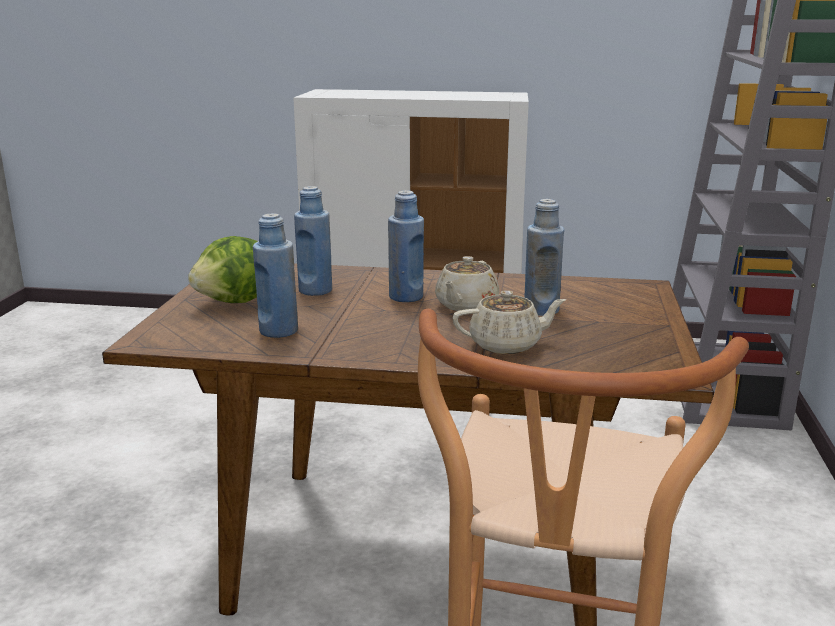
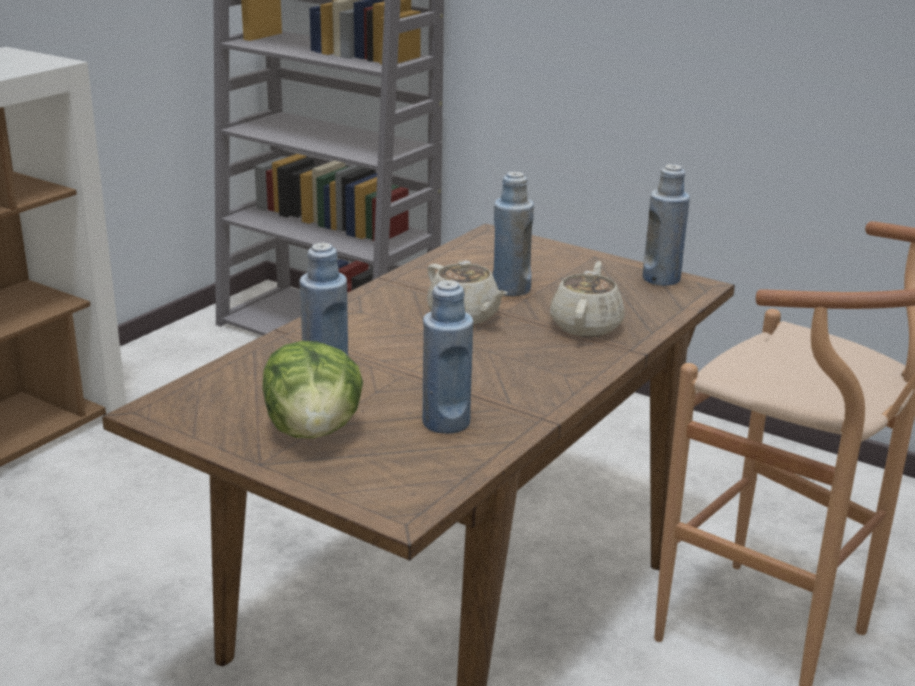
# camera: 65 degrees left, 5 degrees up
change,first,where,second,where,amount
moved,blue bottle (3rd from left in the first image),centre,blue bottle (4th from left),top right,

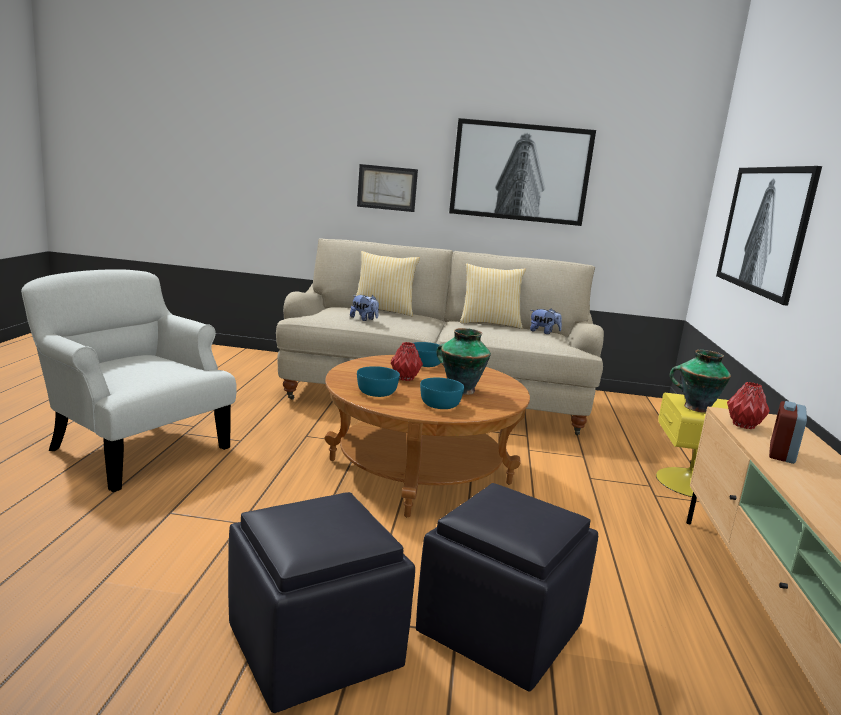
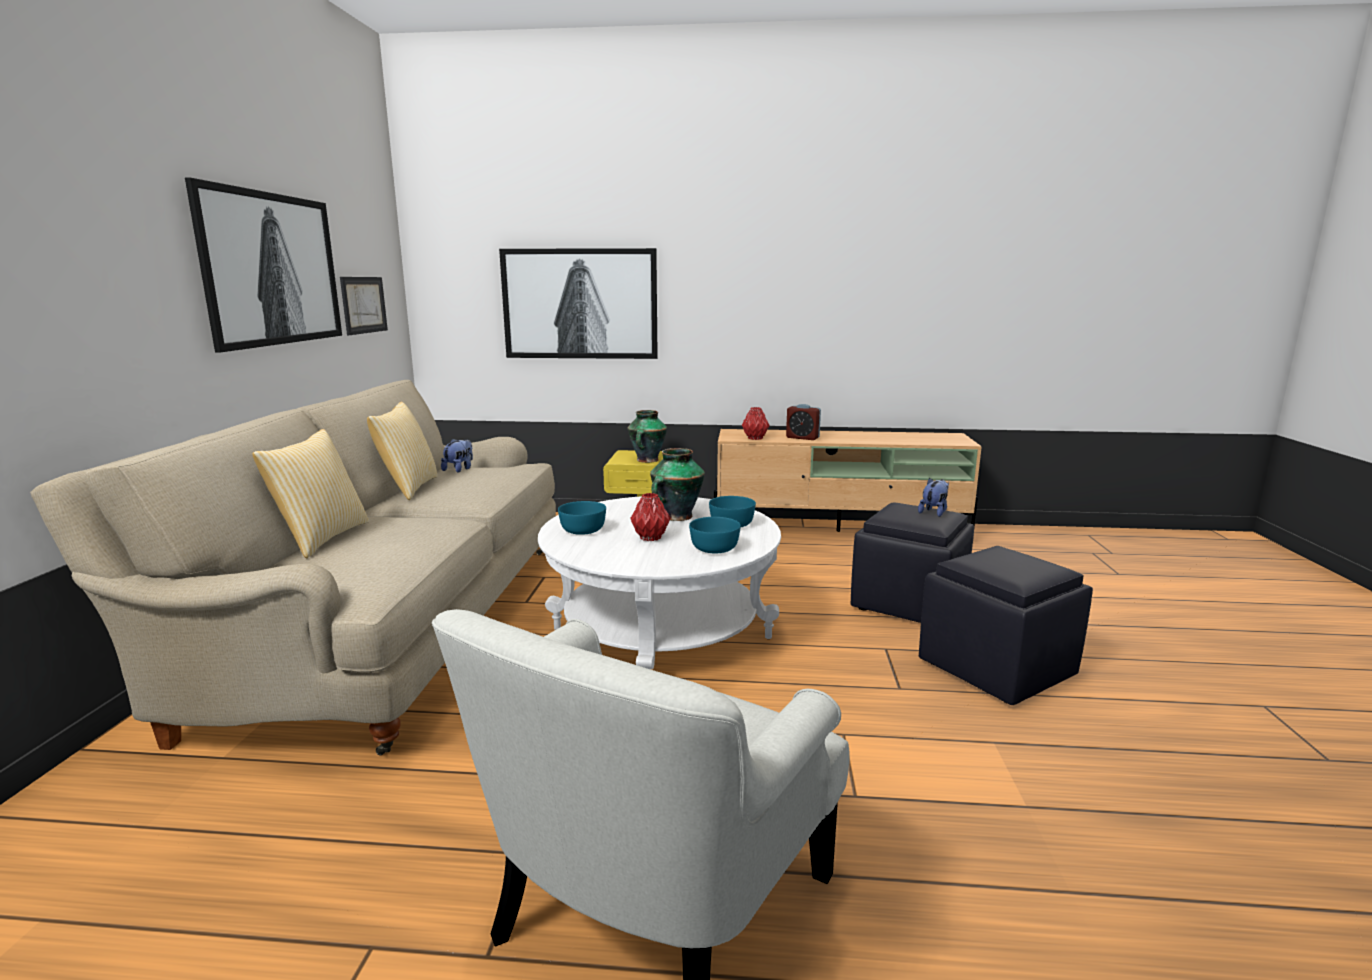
# camera: 90 degrees left, 0 degrees up
change,first,where,second,where,amount
recoloured,brown coffee table,centre,white coffee table,centre,
moved,plush toy (1st from left in the first image),centre,plush toy (2nd from left),middle right,
moved,picture (1st from left in the first image),top centre,picture (2nd from left),top left,

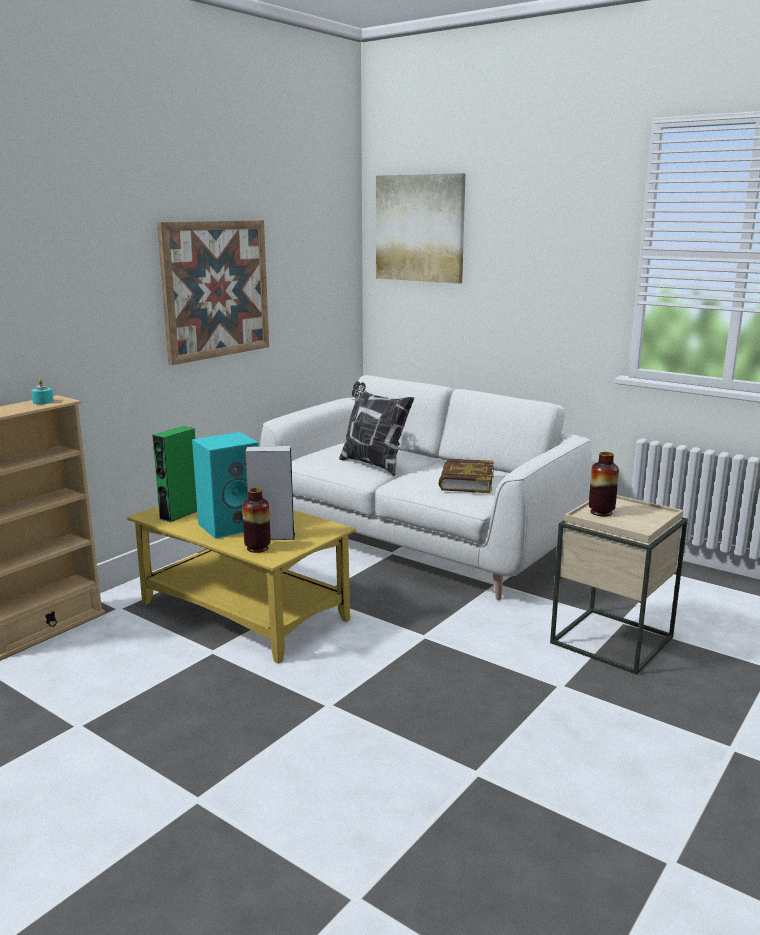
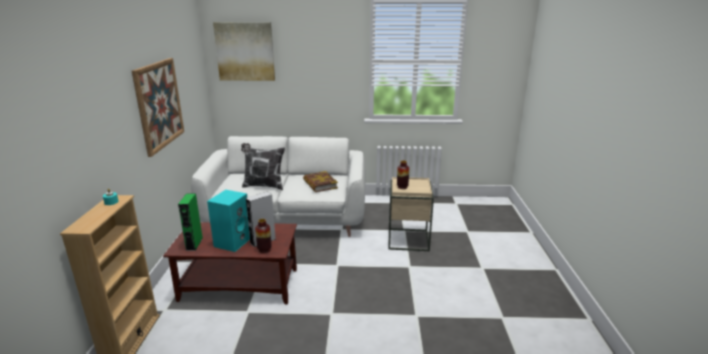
# camera: 35 degrees left, 5 degrees up
change,first,where,second,where,amount
recoloured,yellow coffee table,middle left,brown coffee table,bottom left,

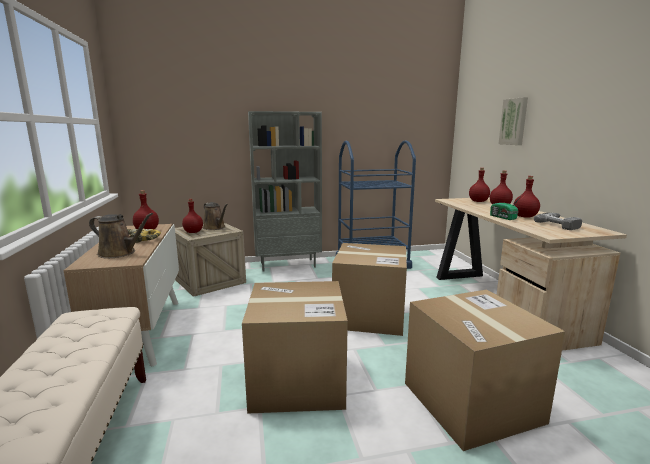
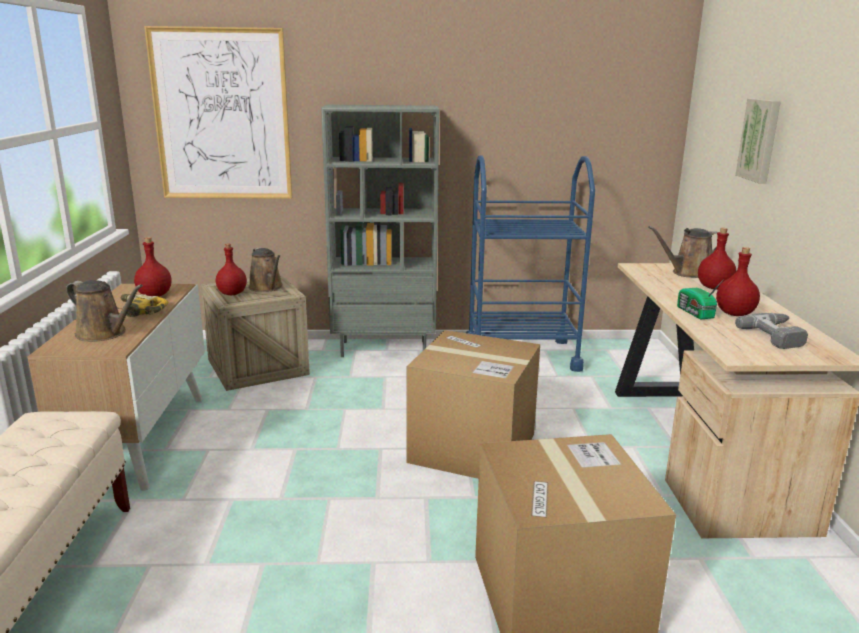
# camera: 10 degrees right, 5 degrees up
change,first,where,second,where,amount
removed,cardboard box (1st from left),bottom centre,,,
replaced,red bottle (3rd from left),middle right,brown watering can (3rd from left),middle right,
added,,,picture (1st from left),top left,

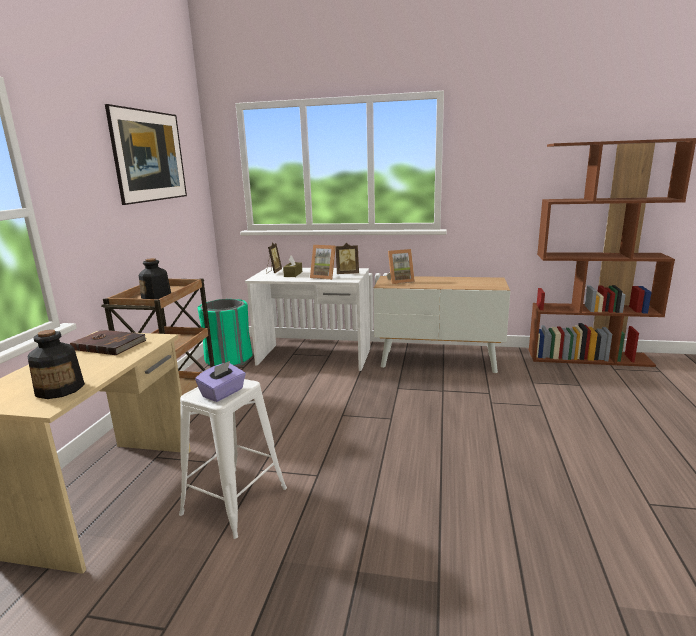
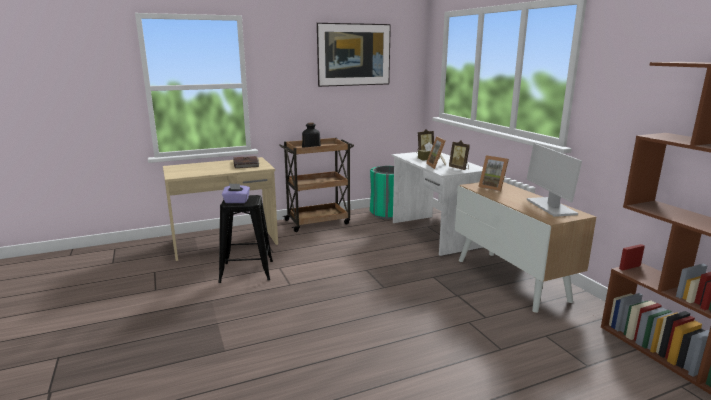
# camera: 55 degrees right, 0 degrees up
change,first,where,second,where,amount
removed,bottle (1st from left),middle left,,,
recoloured,white stool,bottom centre,black stool,centre,
added,,,monitor,middle right,

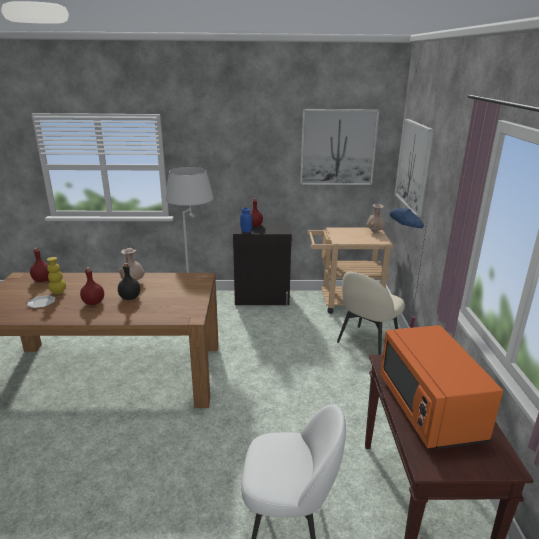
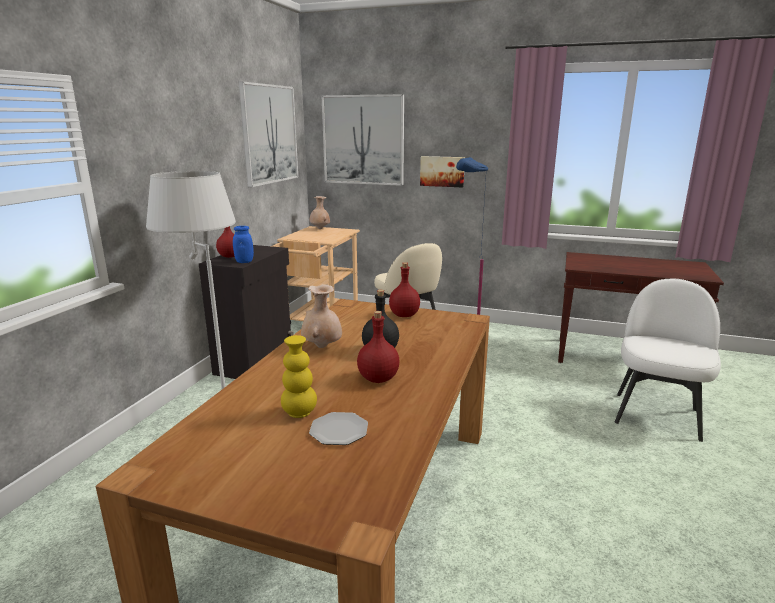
# camera: 70 degrees left, 5 degrees down
change,first,where,second,where,amount
moved,red bottle (1st from left in the first image),middle left,red bottle (3rd from left),centre,
removed,orange microwave,bottom right,,,
added,,,picture (3rd from left),top centre,

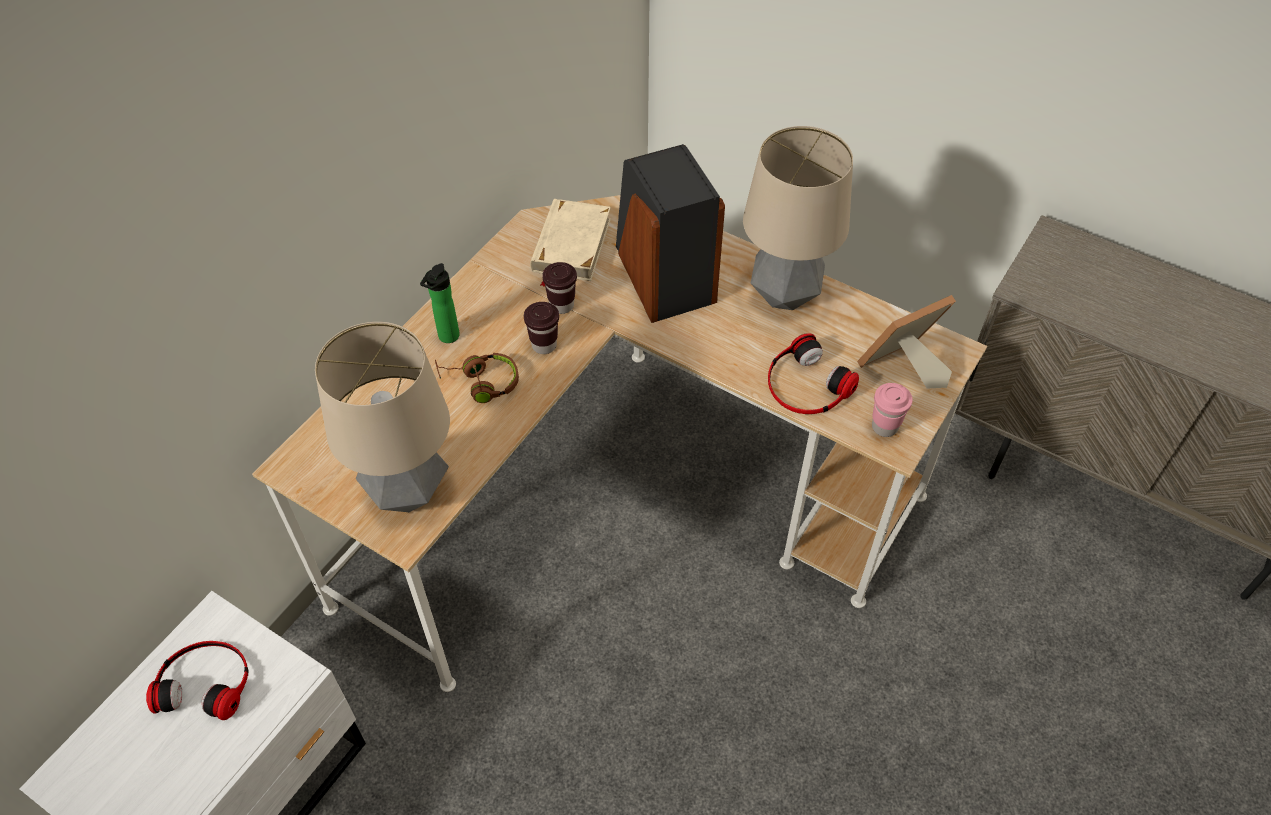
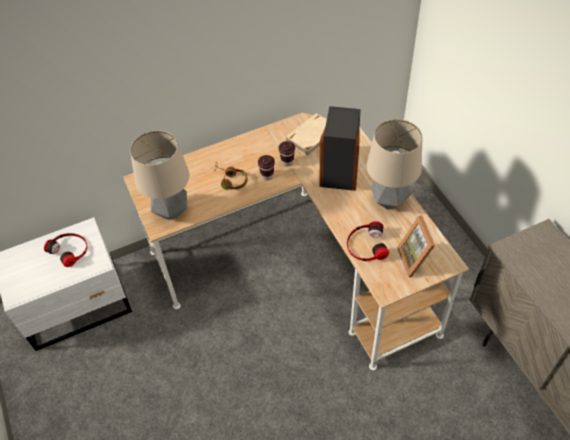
# camera: 35 degrees right, 0 degrees up
change,first,where,second,where,amount
removed,bottle,centre,,,
turned,picture frame,middle right,,middle right,105 degrees counterclockwise
removed,pink cup,middle right,,,

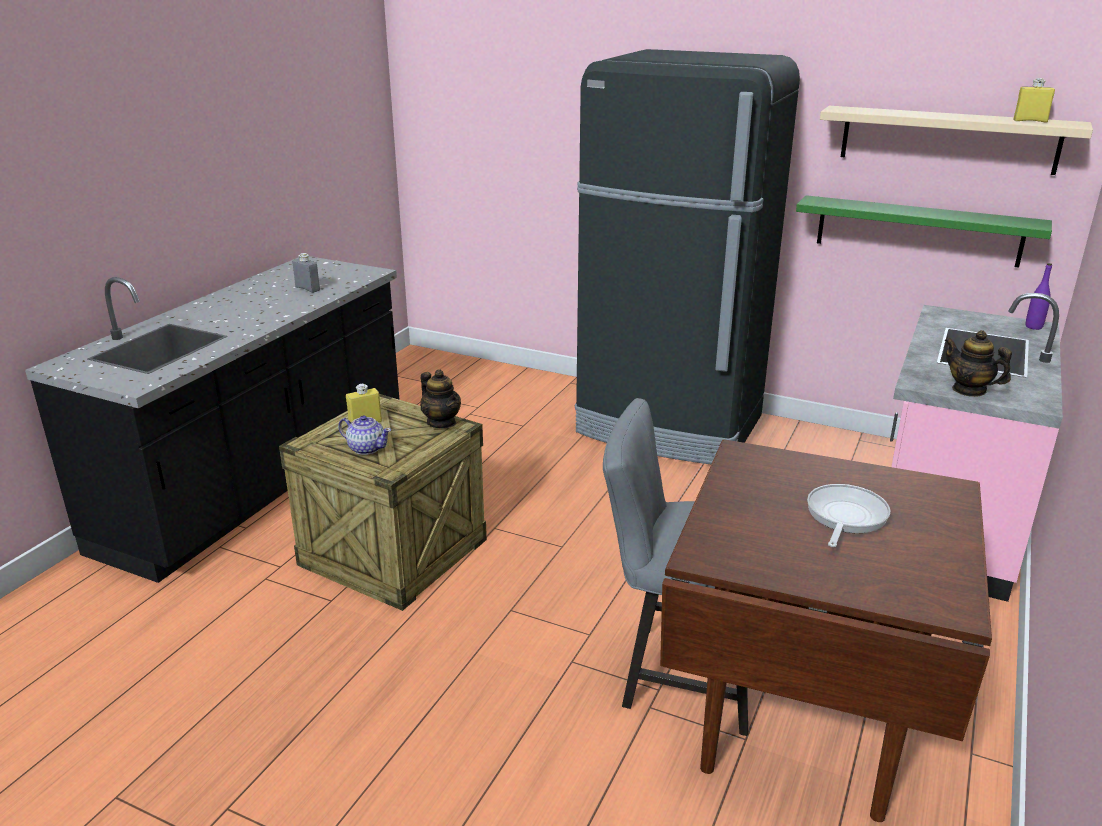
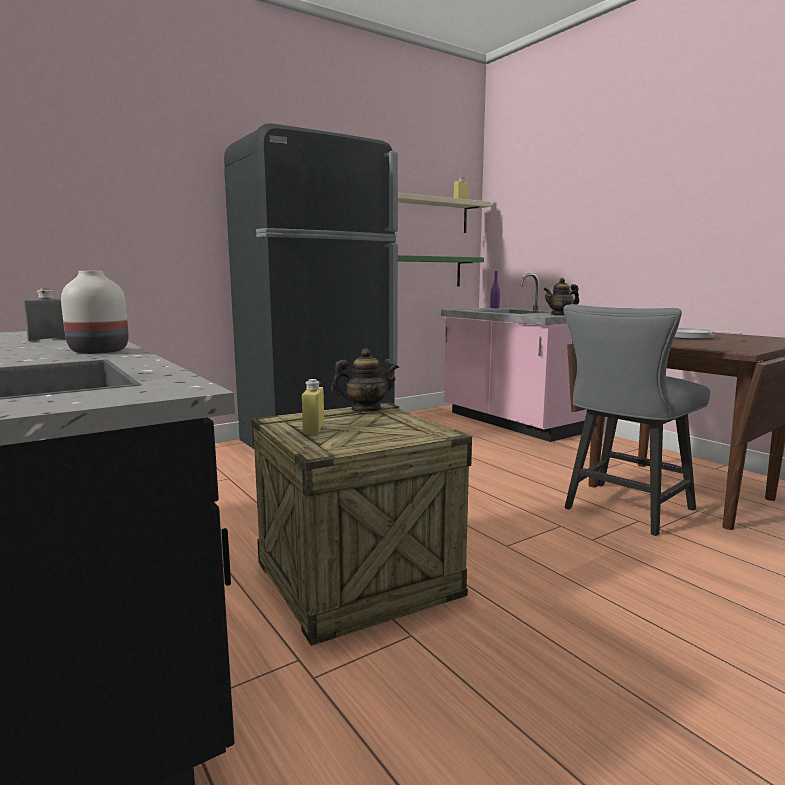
# camera: 60 degrees left, 15 degrees down
change,first,where,second,where,amount
removed,teapot (1st from left),middle left,,,
added,,,white vase,middle left,

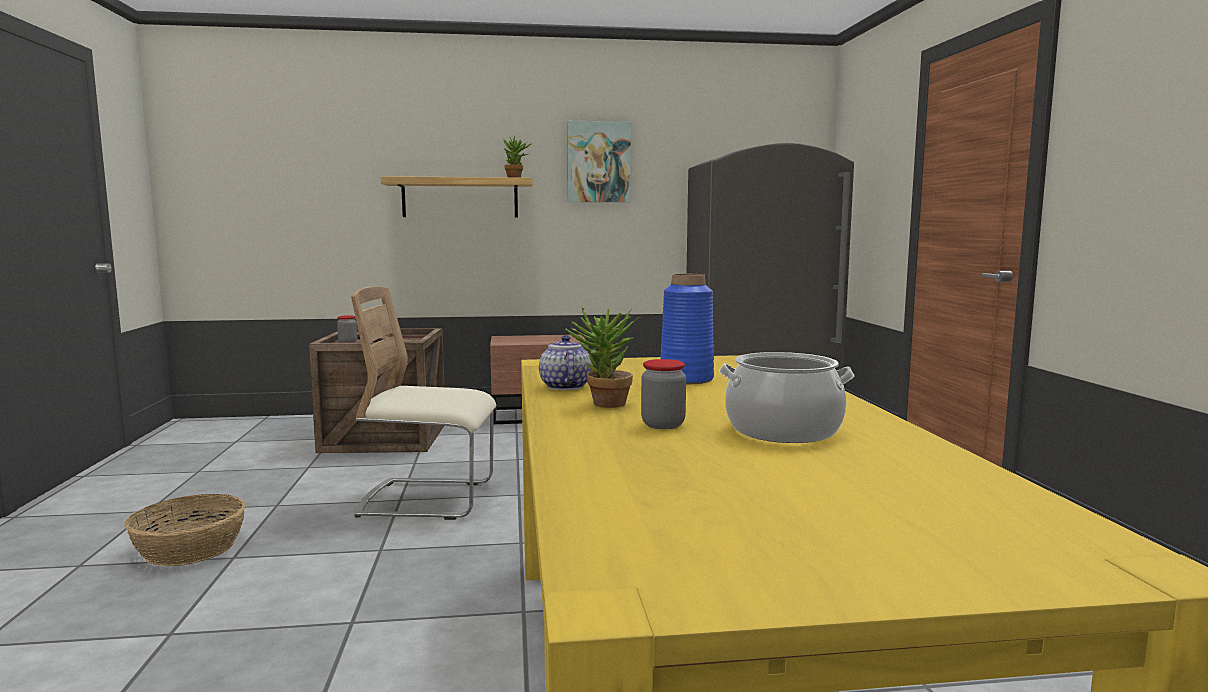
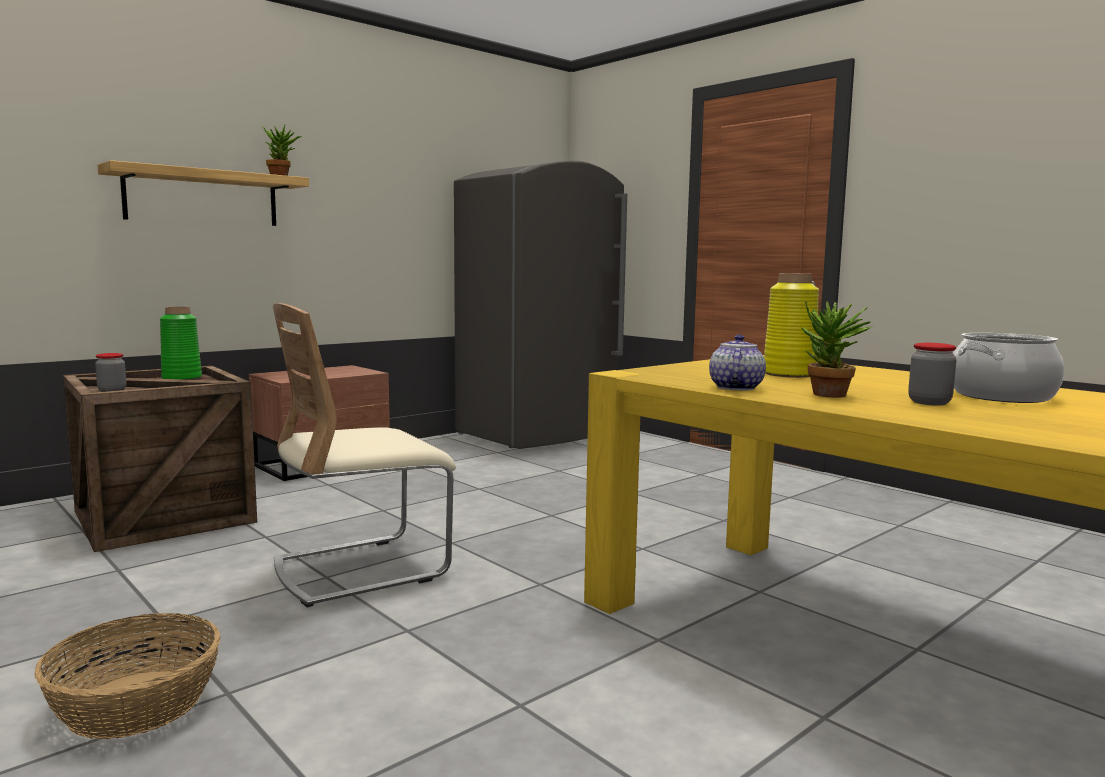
# camera: 35 degrees left, 0 degrees up
change,first,where,second,where,amount
turned,teapot,centre,,middle right,60 degrees clockwise
removed,picture,top centre,,,
recoloured,blue vase,centre,yellow vase,middle right,
added,,,green vase,middle left,

